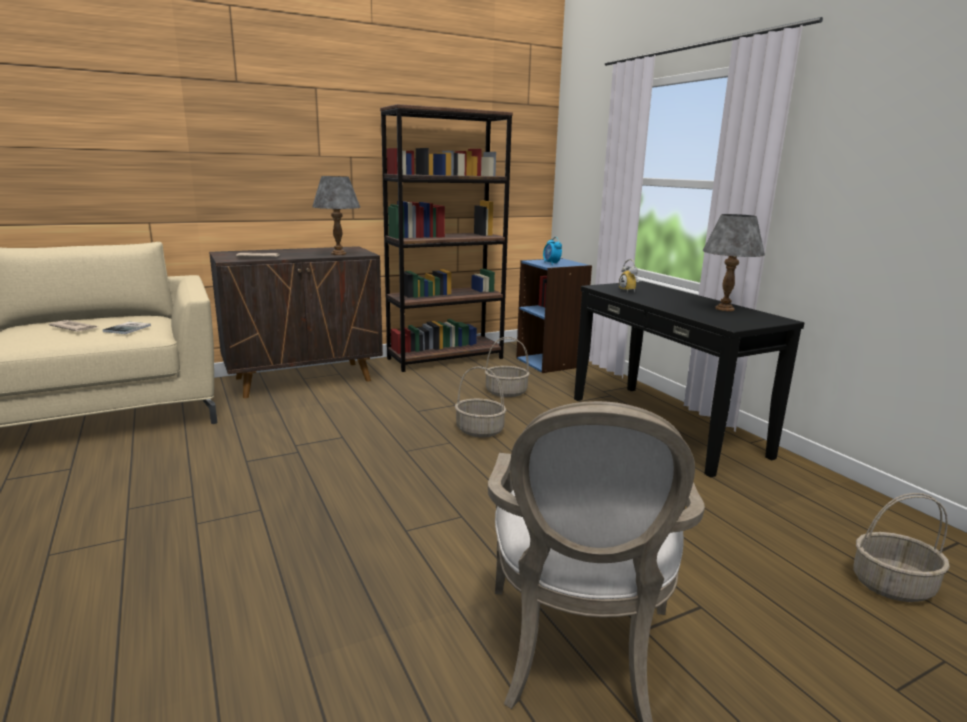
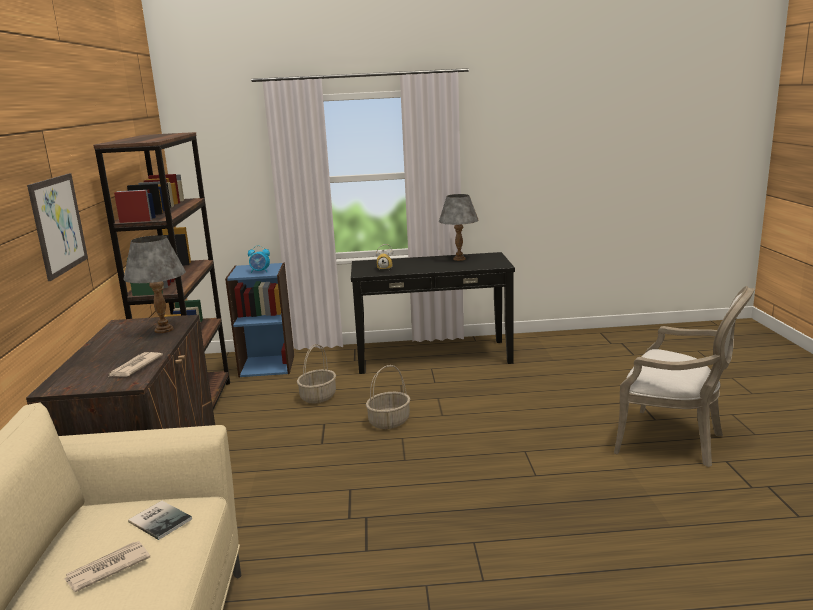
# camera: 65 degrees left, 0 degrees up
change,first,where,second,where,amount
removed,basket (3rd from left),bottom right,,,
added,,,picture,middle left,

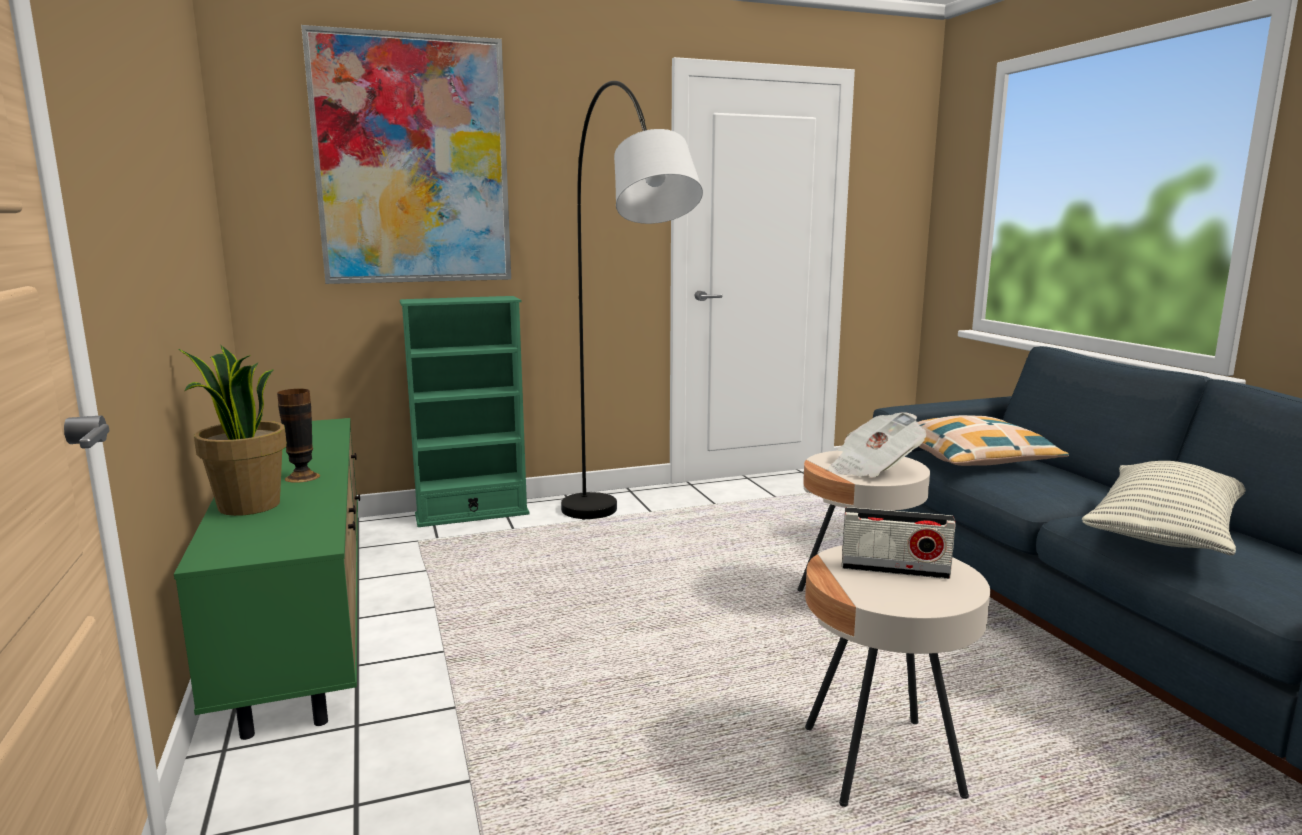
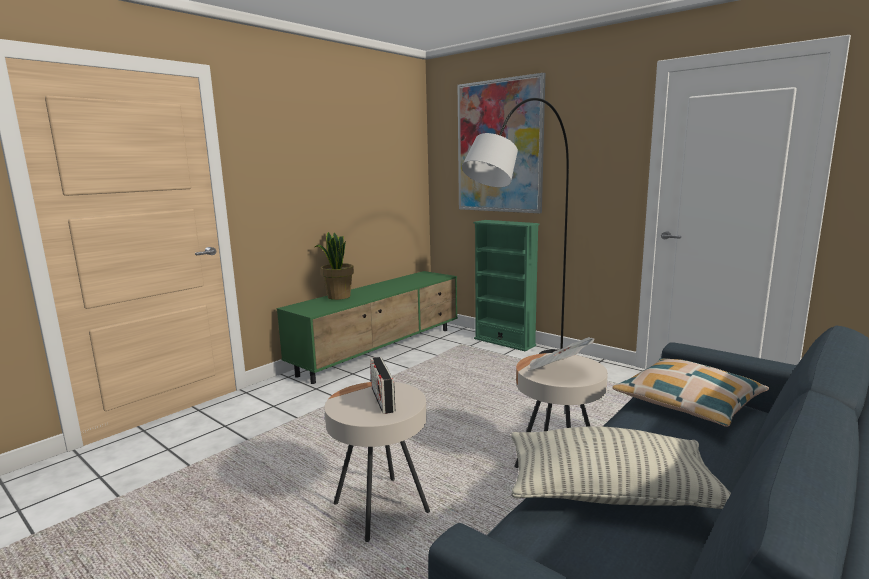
# camera: 60 degrees right, 0 degrees up
change,first,where,second,where,amount
removed,vase,middle left,,,

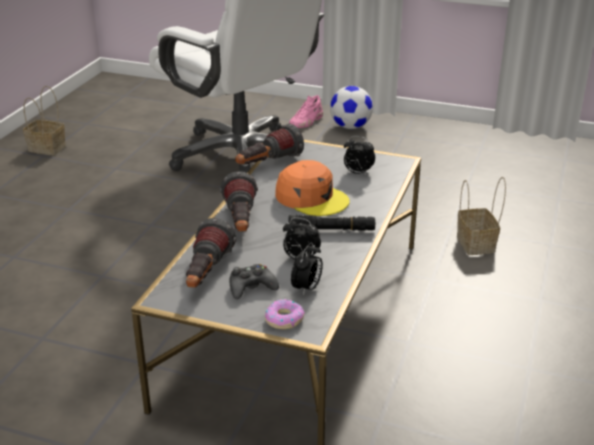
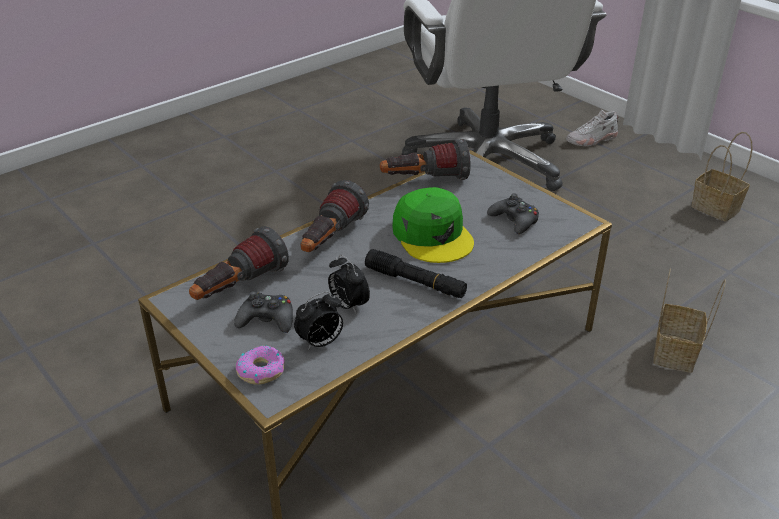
# camera: 30 degrees right, 5 degrees up
change,first,where,second,where,amount
moved,basket (1st from left in the first image),top left,basket (2nd from left),middle right,
recoloured,orange cap,centre,green cap,centre,
recoloured,pink shoe,top centre,white shoe,top right,
removed,football,top centre,,,
replaced,alarm clock (3rd from left),centre,black game controller (2nd from left),centre,

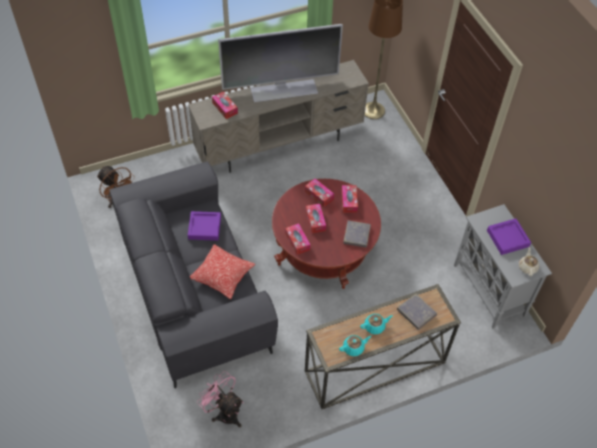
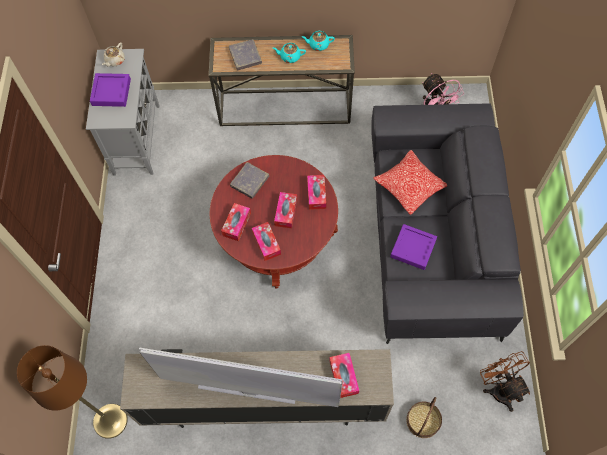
# camera: 155 degrees left, 10 degrees up
change,first,where,second,where,amount
added,,,basket,bottom right,

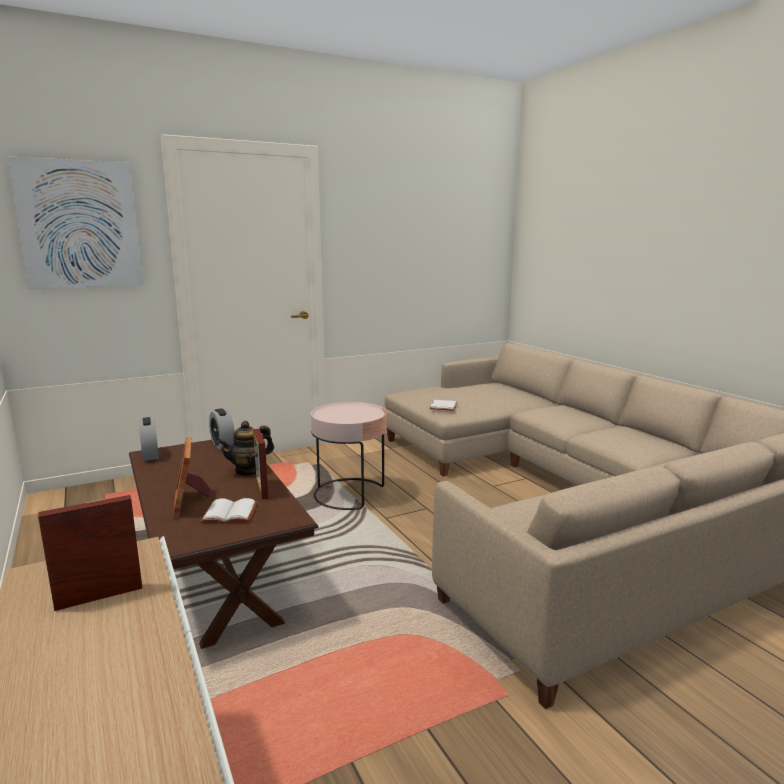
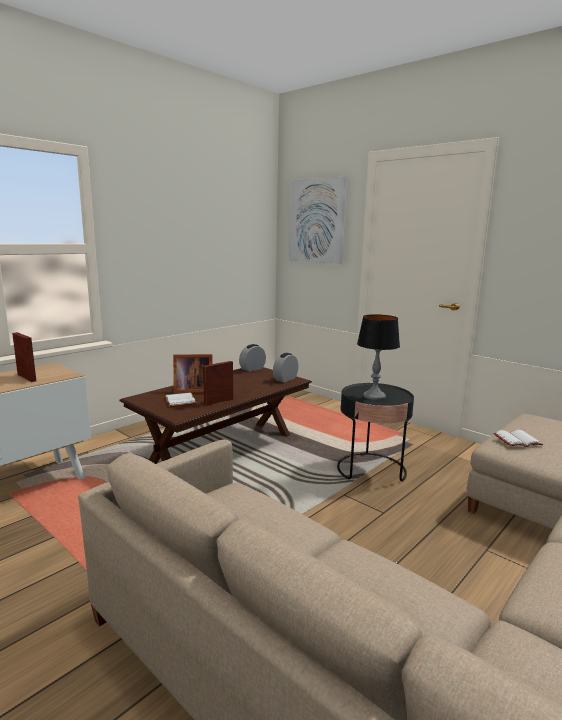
# camera: 70 degrees right, 0 degrees up
change,first,where,second,where,amount
turned,picture frame (2nd from left),middle left,,centre,150 degrees counterclockwise
removed,teapot,middle left,,,
recoloured,pink side table,centre,black side table,middle right,
added,,,table lamp,middle right,

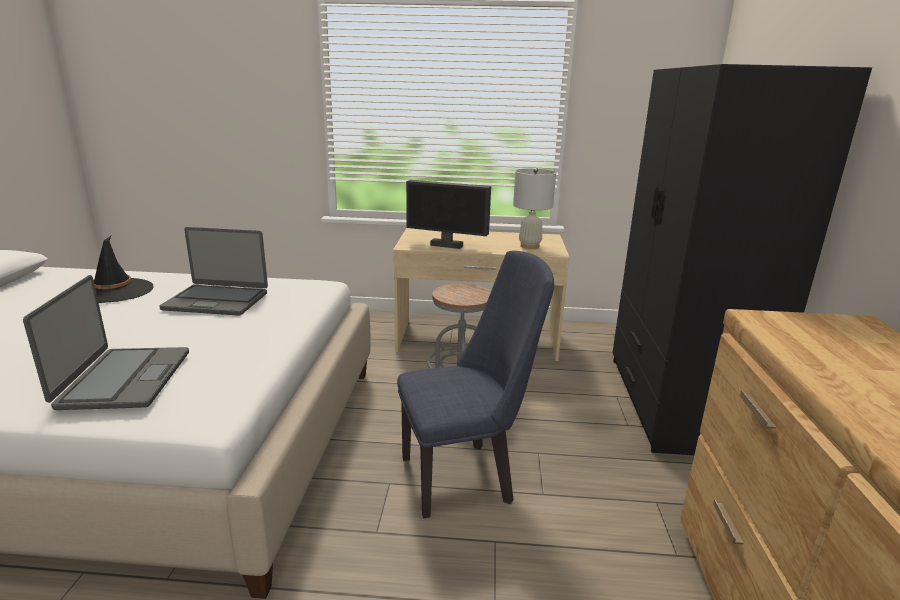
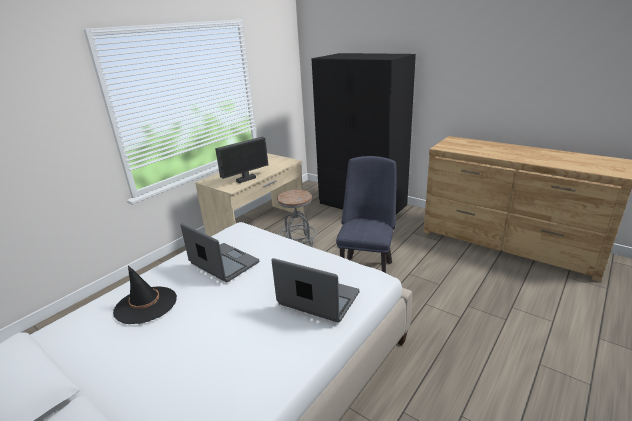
# camera: 55 degrees left, 5 degrees up
change,first,where,second,where,amount
turned,laptop (2nd from left in the first image),middle left,laptop (1st from left),centre,90 degrees counterclockwise
removed,white table lamp,centre,,,

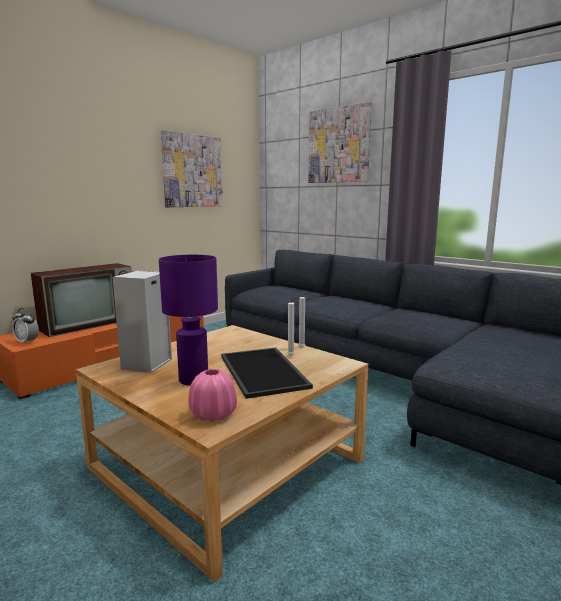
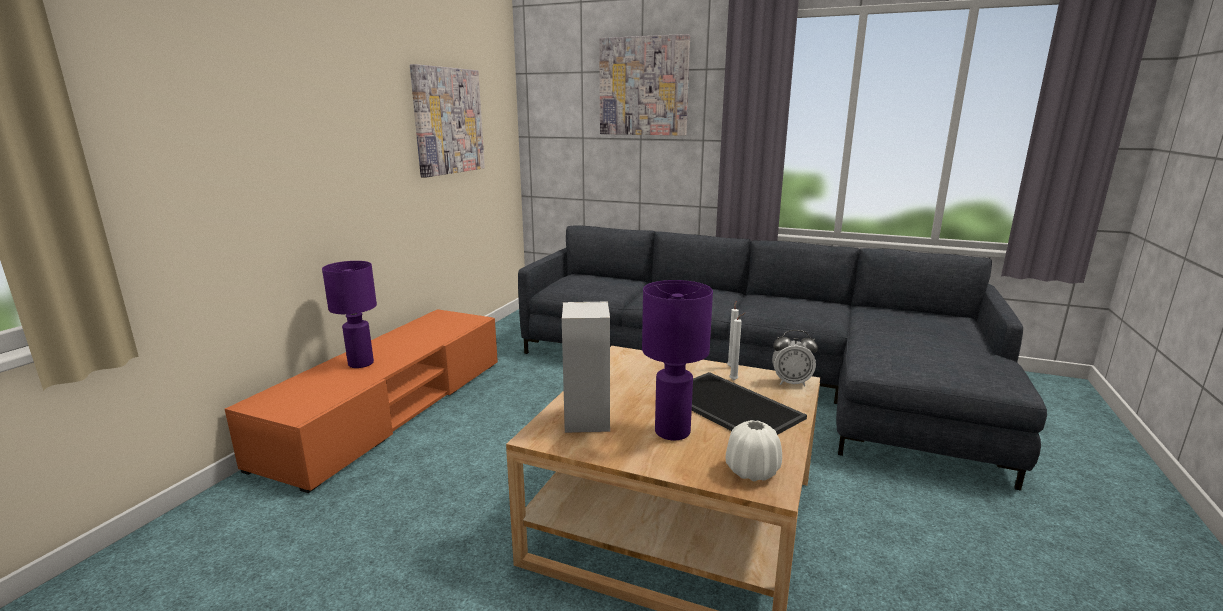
# camera: 20 degrees left, 5 degrees up
change,first,where,second,where,amount
moved,alarm clock,middle left,,centre,
replaced,television,middle left,purple table lamp (1st from left),middle left,
recoloured,pink vase,centre,white vase,bottom centre,

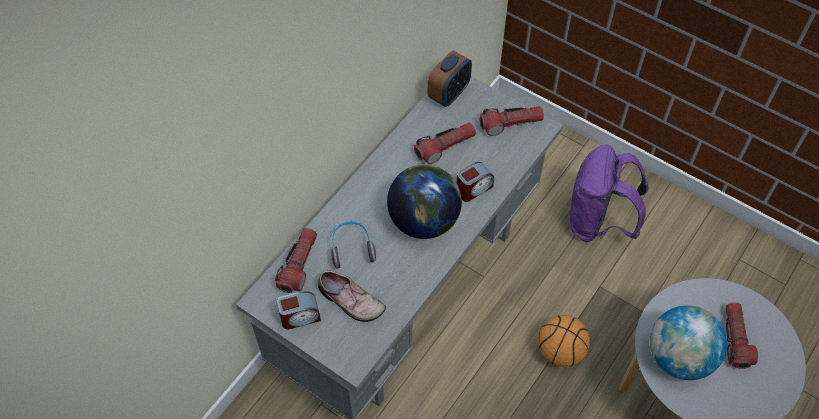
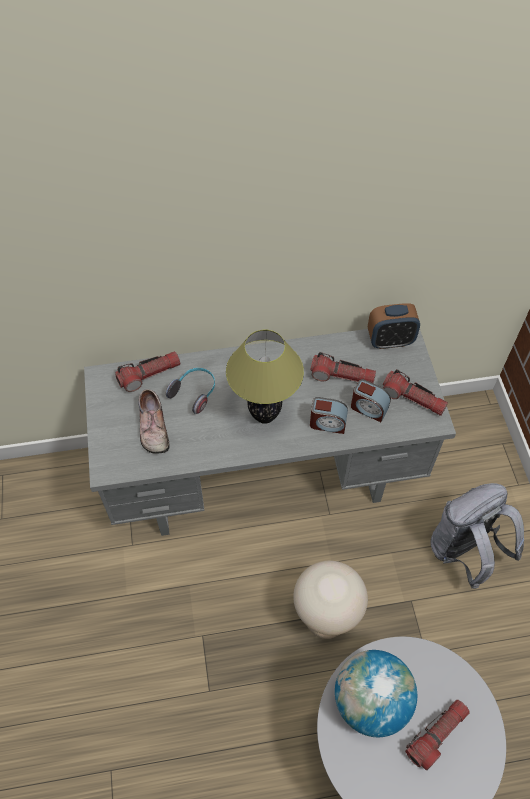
# camera: 45 degrees right, 0 degrees up
change,first,where,second,where,amount
moved,alarm clock (1st from left in the first image),bottom centre,alarm clock (2nd from left),middle right,
replaced,globe (1st from left),centre,table lamp,centre,
replaced,basketball,bottom right,beige stool,bottom centre,
recoloured,purple backpack,middle right,grey backpack,bottom right,

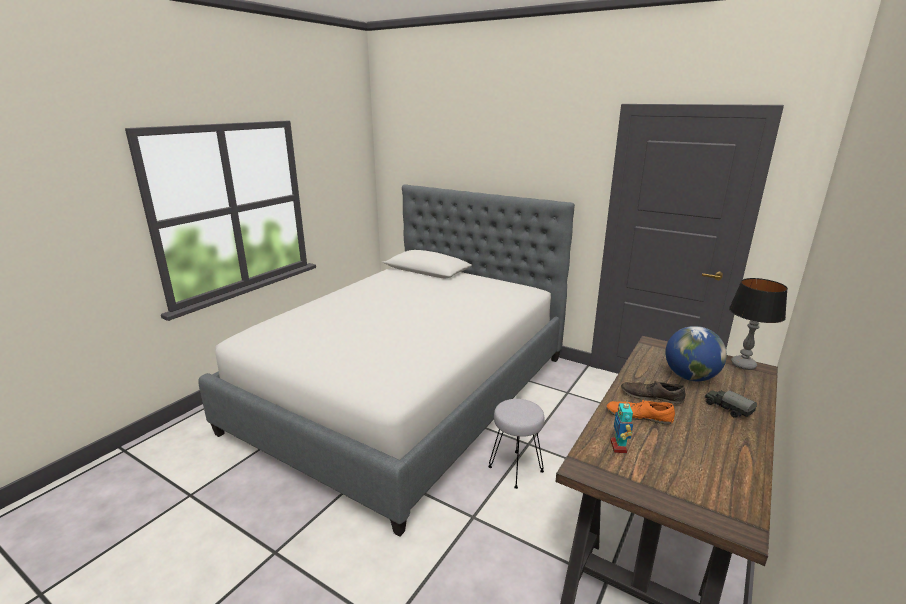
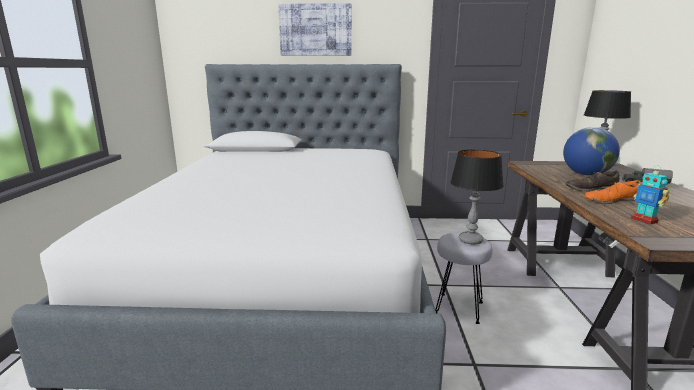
# camera: 30 degrees left, 5 degrees down
change,first,where,second,where,amount
added,,,picture,top centre,
added,,,table lamp (1st from left),middle right,

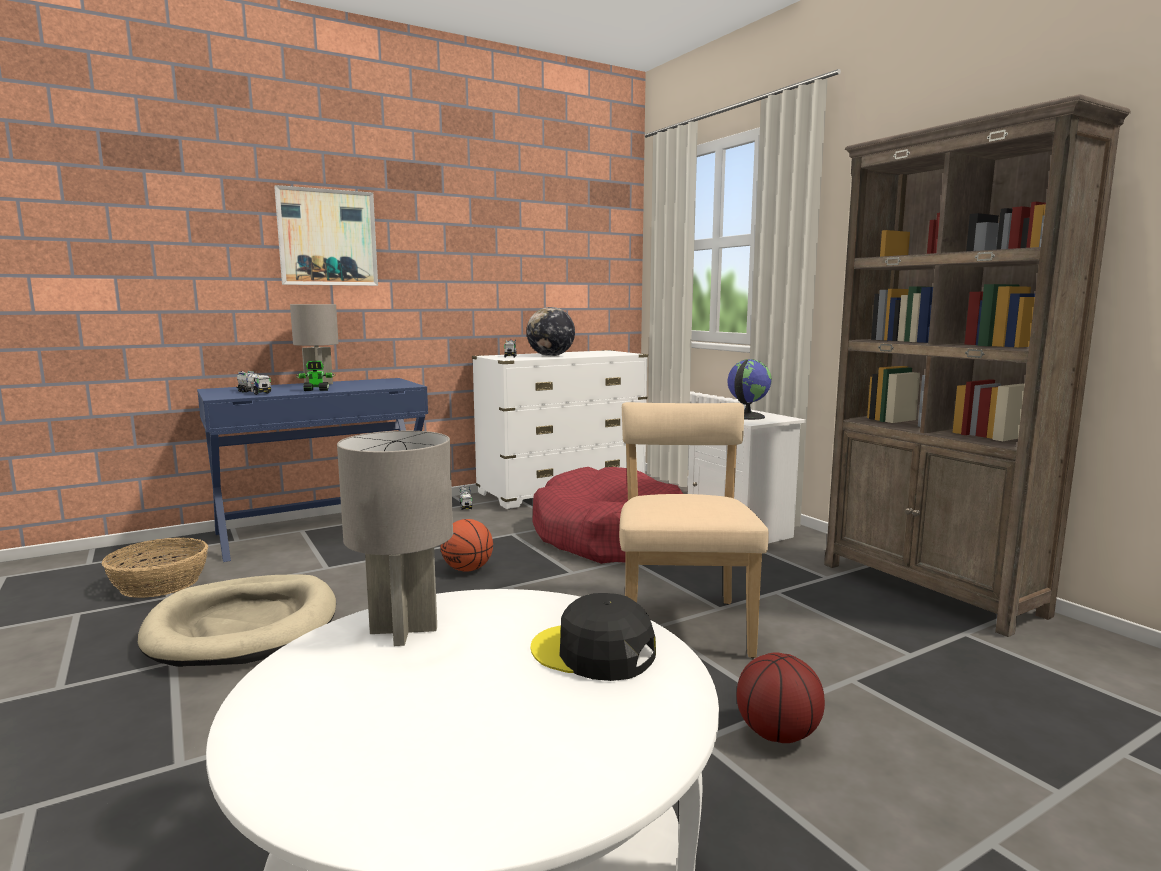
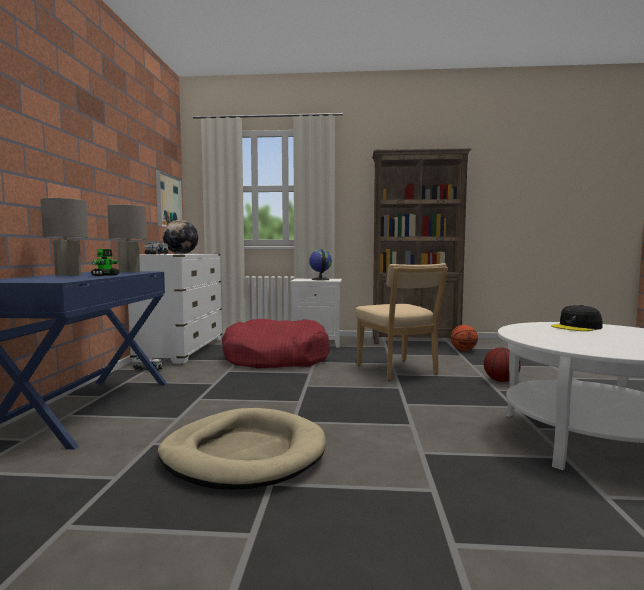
# camera: 55 degrees left, 5 degrees down
change,first,where,second,where,amount
removed,basket,middle left,,,
removed,toy truck (1st from left),middle left,,,
moved,picture,top left,,middle left,
moved,grey table lamp (2nd from left),centre,,middle left,
moved,basketball (1st from left),centre,,middle right,
turned,beige chair,centre,,centre,150 degrees counterclockwise

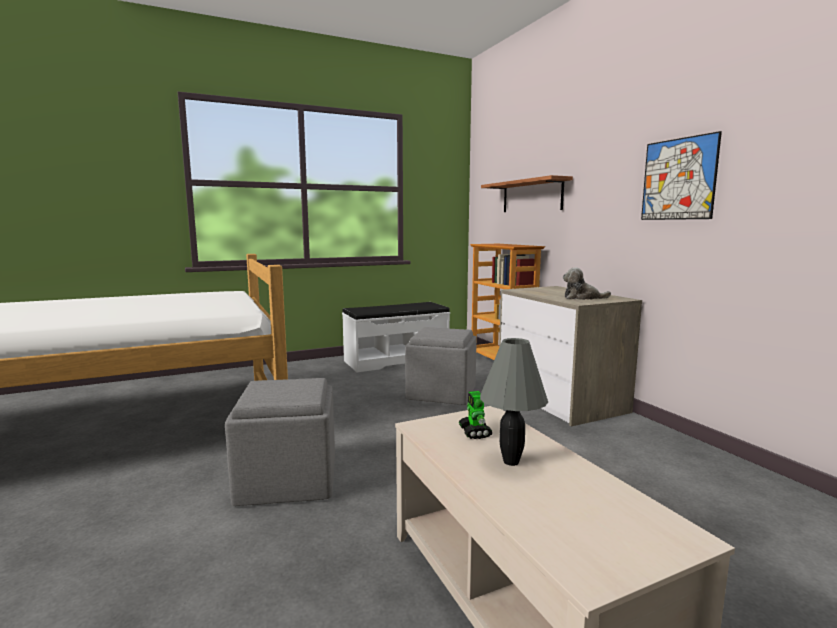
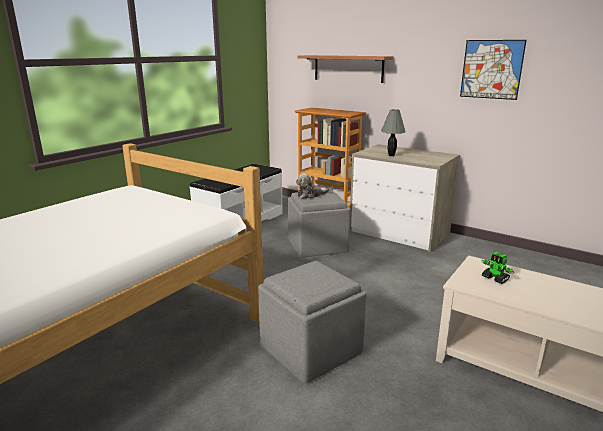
# camera: 30 degrees left, 10 degrees up
change,first,where,second,where,amount
moved,grey table lamp,centre,,top centre,
moved,plush toy,middle right,,centre,

